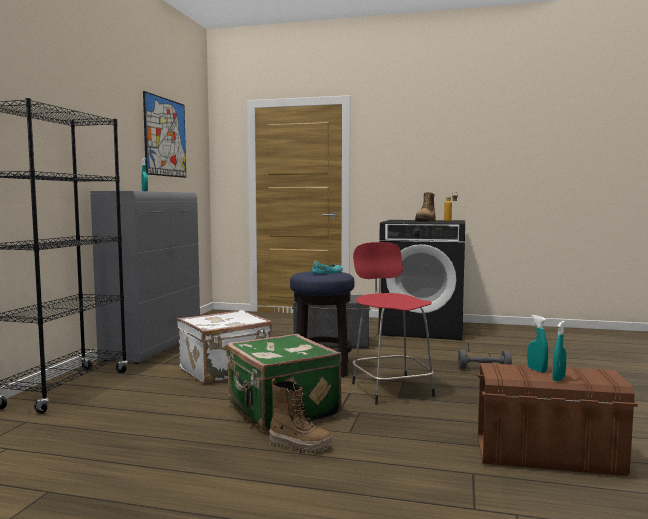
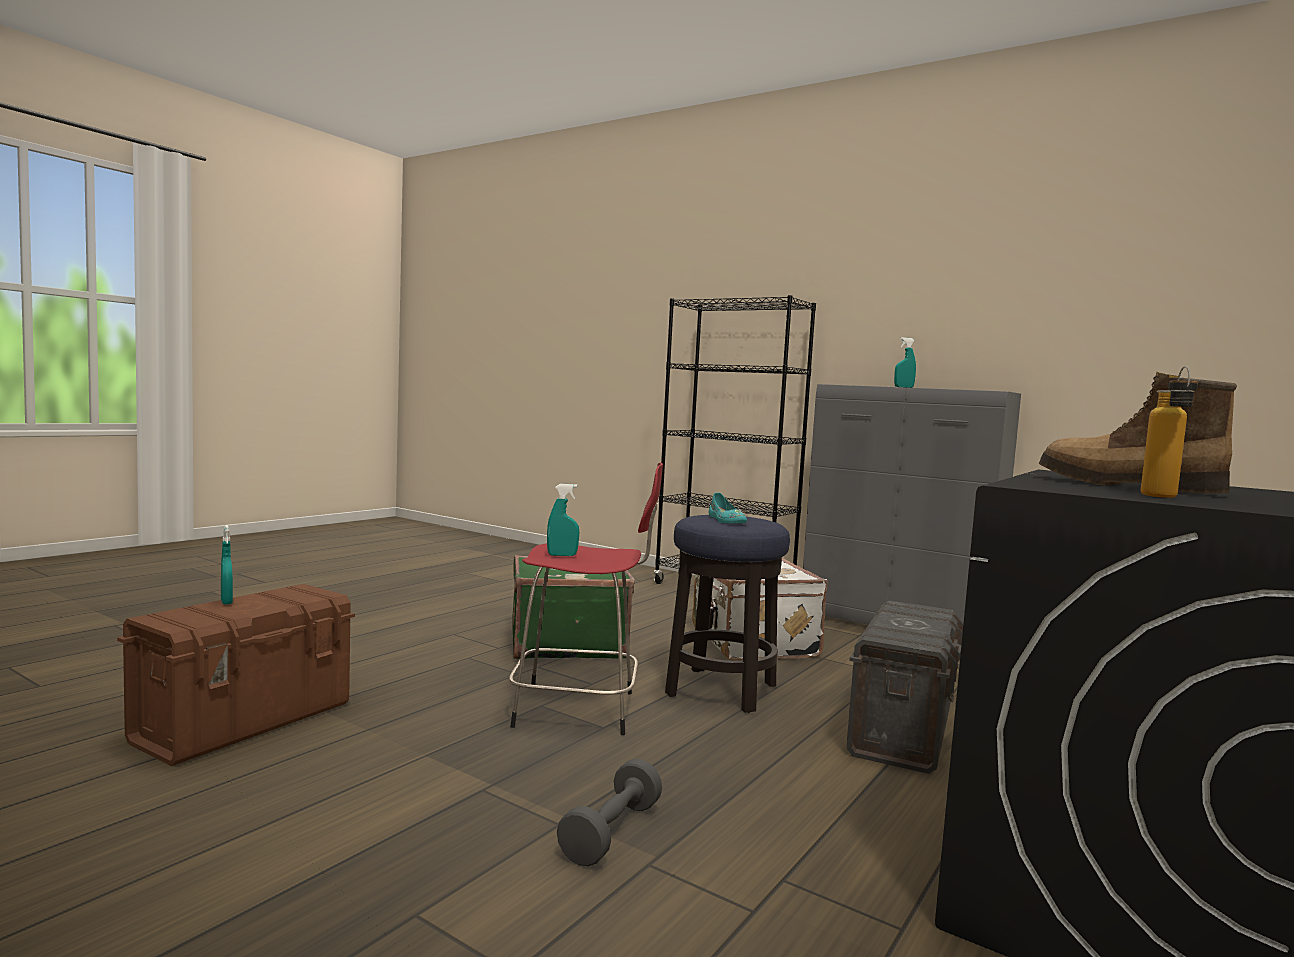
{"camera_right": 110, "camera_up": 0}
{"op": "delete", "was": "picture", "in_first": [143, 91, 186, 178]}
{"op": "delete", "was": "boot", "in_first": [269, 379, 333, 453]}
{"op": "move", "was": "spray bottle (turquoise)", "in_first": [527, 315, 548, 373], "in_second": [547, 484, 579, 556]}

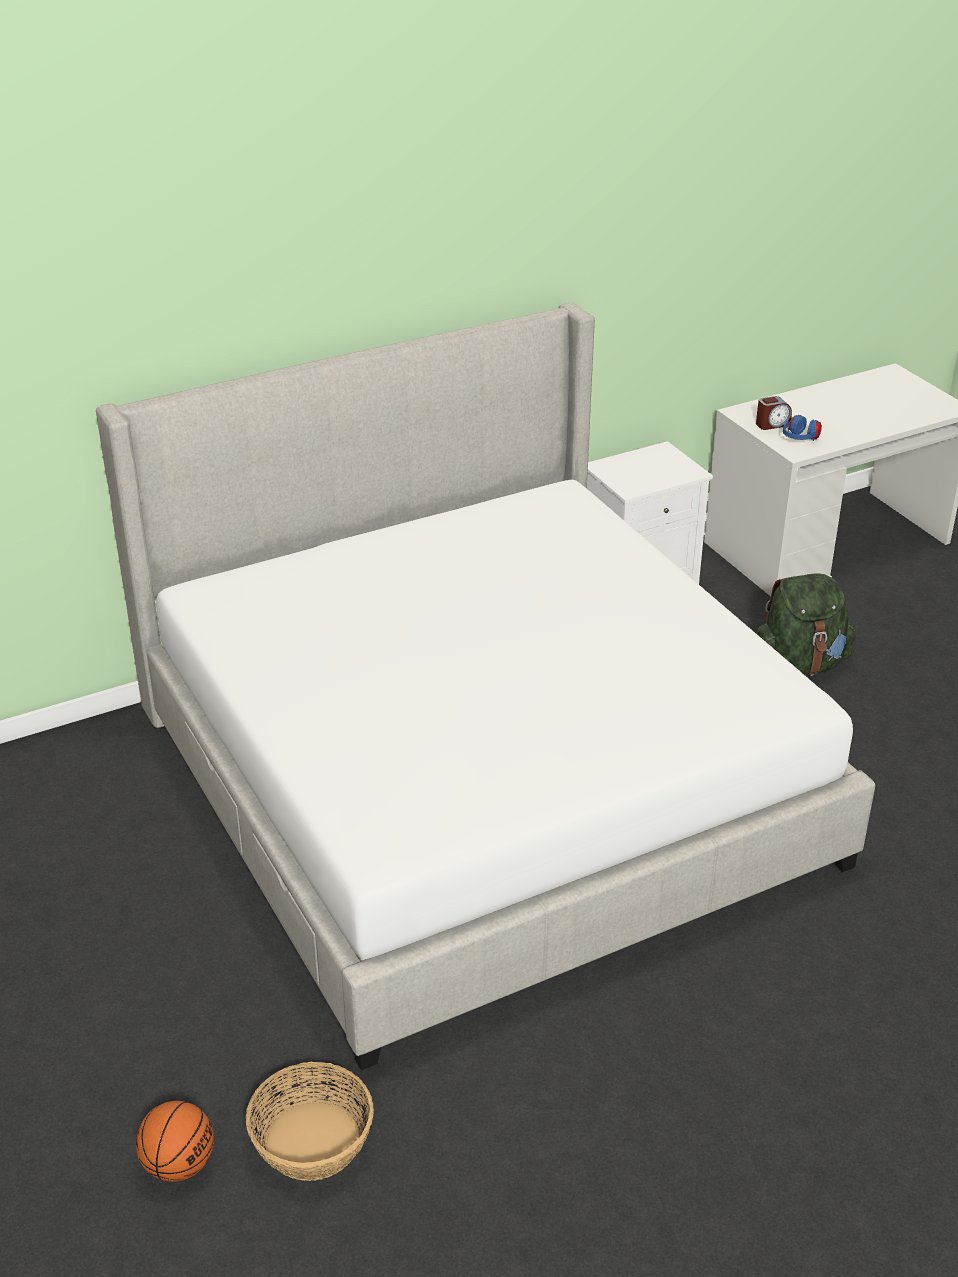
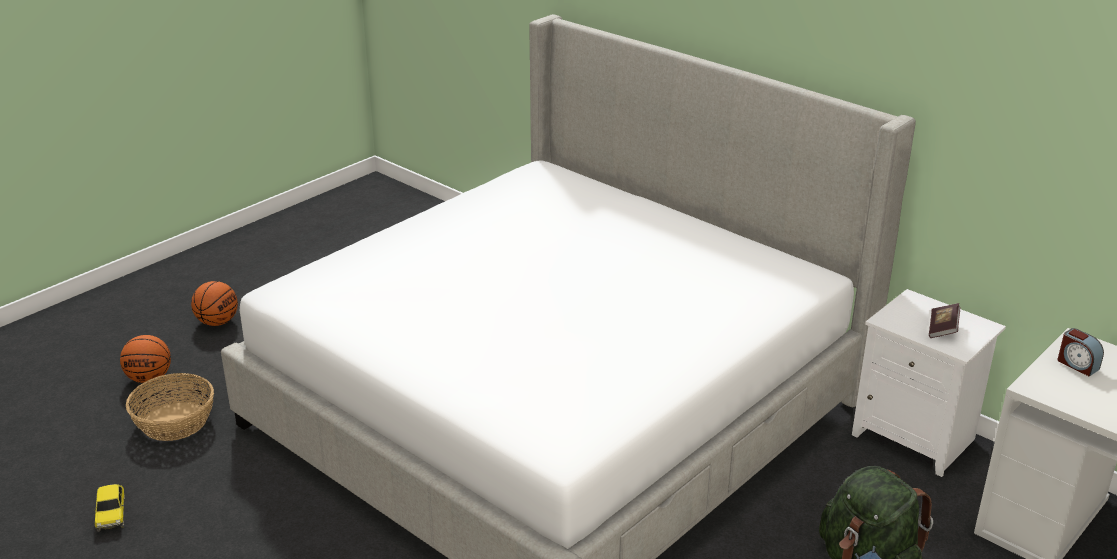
{"camera_right": 70, "camera_up": -5}
{"op": "delete", "was": "headphones (blue)", "in_first": [783, 415, 822, 441]}
{"op": "insert", "now": "toy car", "in_second": [93, 484, 125, 532]}
{"op": "insert", "now": "basketball", "in_second": [191, 281, 238, 326]}
{"op": "insert", "now": "book", "in_second": [929, 303, 960, 338]}

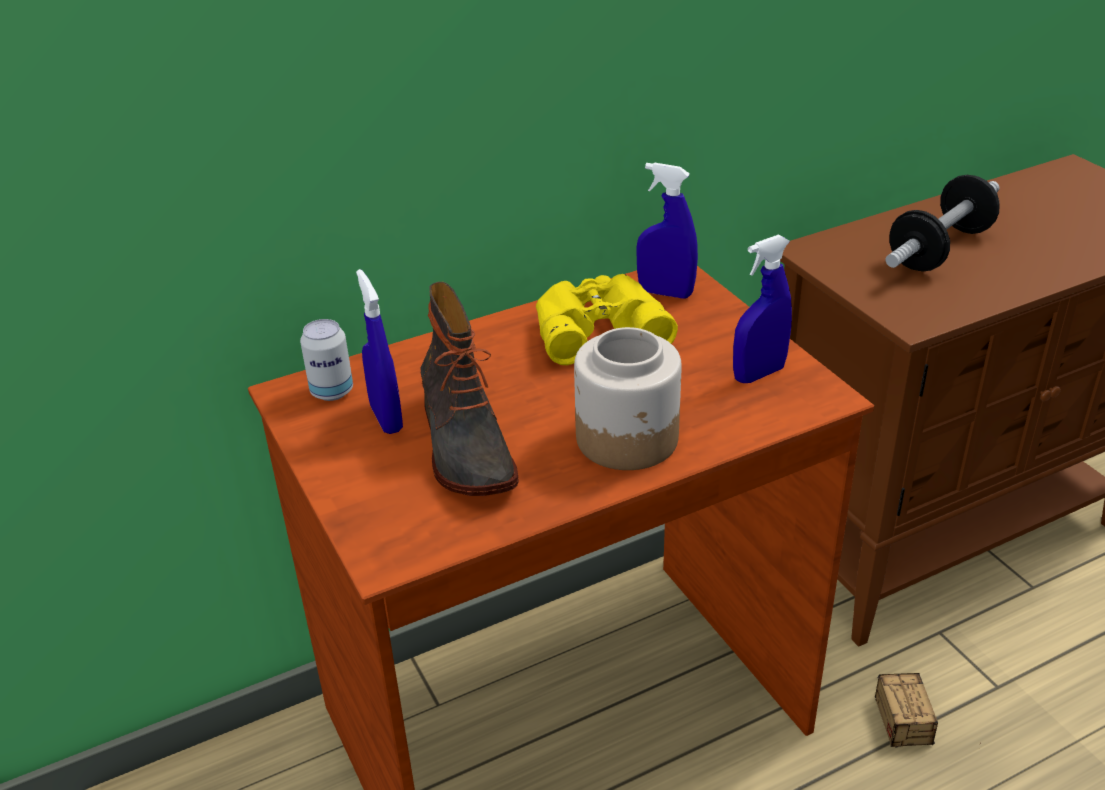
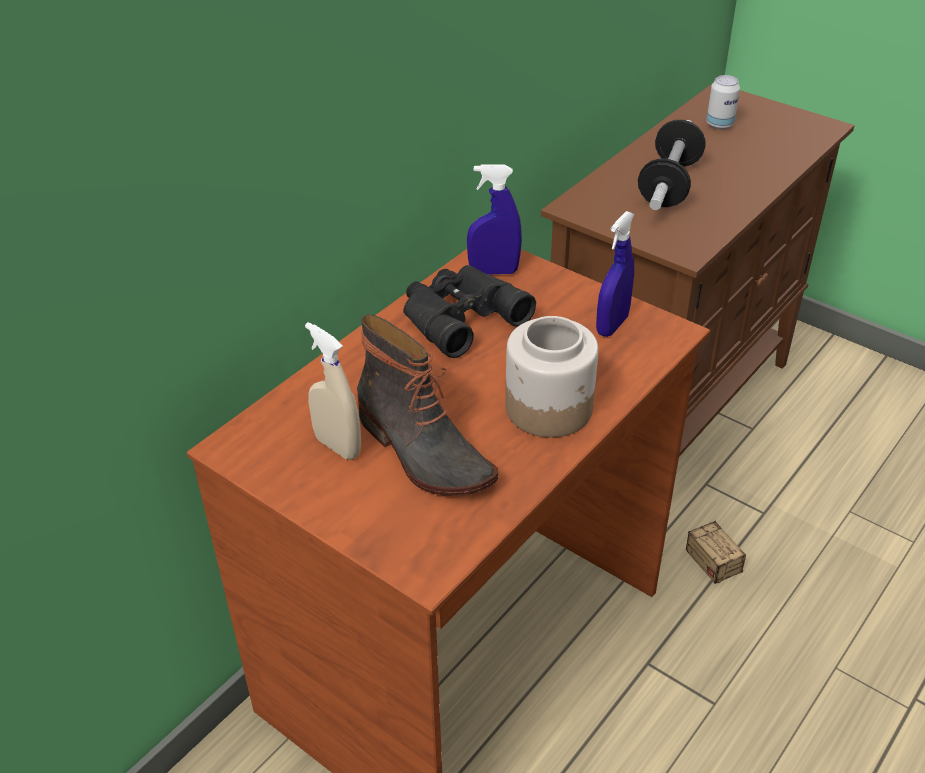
{"camera_right": -25, "camera_up": 5}
{"op": "move", "was": "can", "in_first": [300, 319, 353, 401], "in_second": [706, 75, 740, 130]}
{"op": "recolor", "was": "spray bottle (blue)", "now": "spray bottle (beige)", "in_first": [356, 269, 403, 434], "in_second": [305, 322, 361, 460]}
{"op": "recolor", "was": "binoculars (yellow)", "now": "binoculars (black)", "in_first": [536, 274, 678, 365], "in_second": [403, 265, 536, 358]}

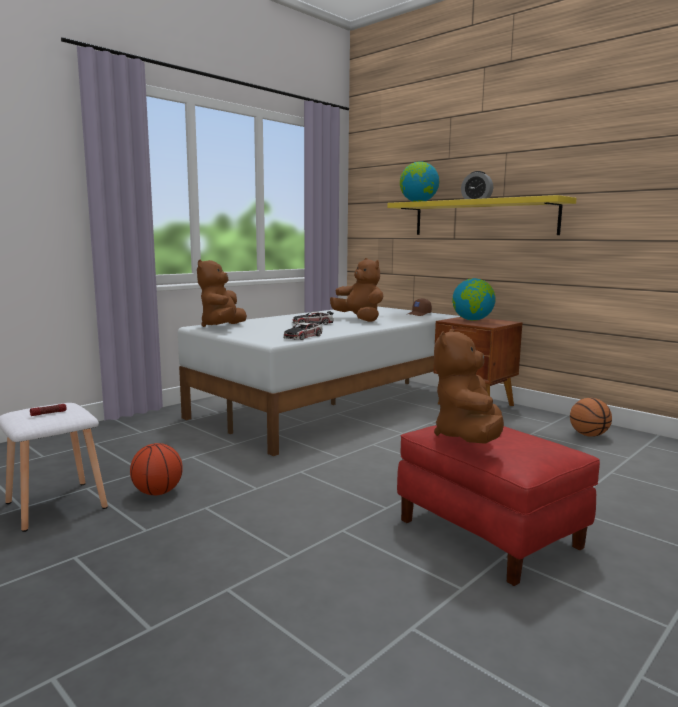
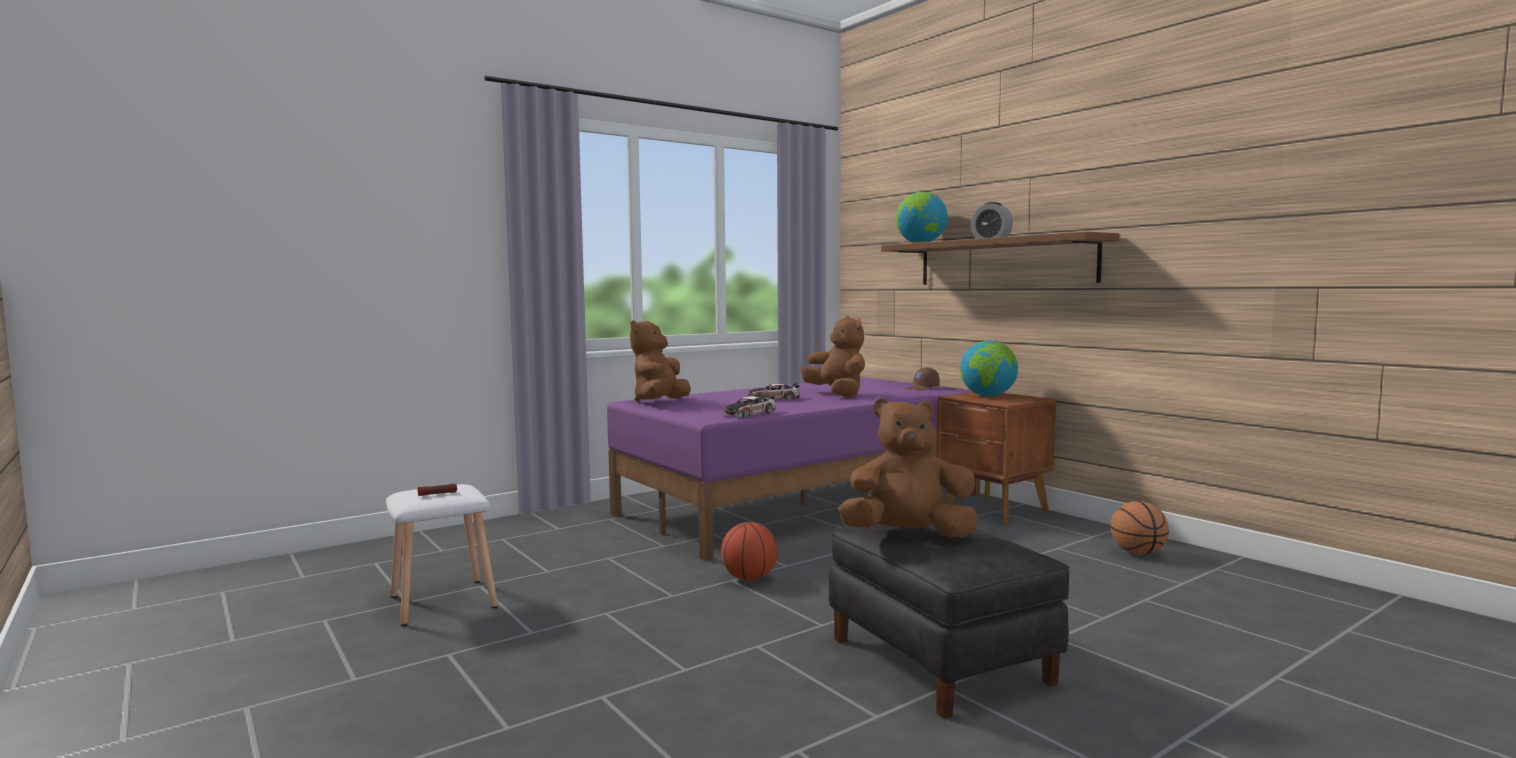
{"camera_right": 10, "camera_up": -5}
{"op": "move", "was": "basketball", "in_first": [130, 443, 183, 495], "in_second": [721, 522, 778, 581]}
{"op": "recolor", "was": "bed (white)", "now": "bed (purple)", "in_first": [178, 306, 461, 456], "in_second": [607, 377, 980, 562]}
{"op": "recolor", "was": "shelf (yellow)", "now": "shelf (brown)", "in_first": [387, 195, 577, 235], "in_second": [881, 231, 1119, 285]}
{"op": "recolor", "was": "ottoman (red)", "now": "ottoman (black)", "in_first": [397, 425, 600, 586], "in_second": [829, 523, 1069, 718]}
{"op": "rotate", "was": "plush toy (brown)", "in_first": [434, 329, 504, 444], "in_second": [838, 398, 978, 538], "clockwise": 60}

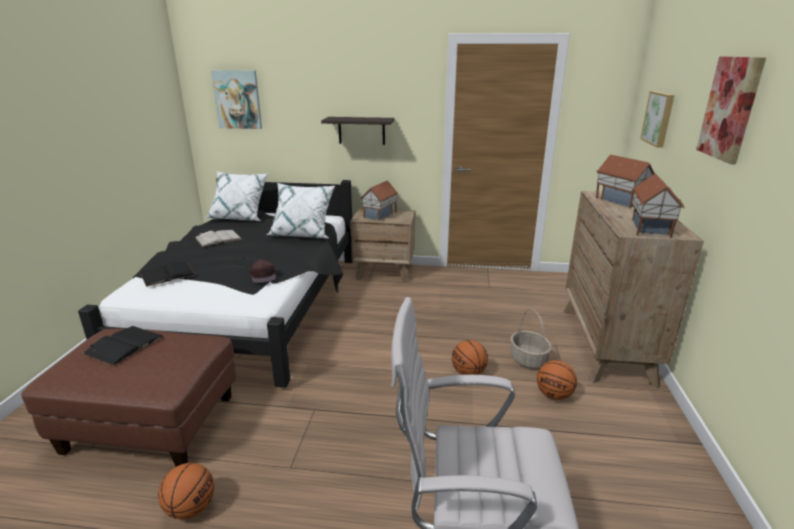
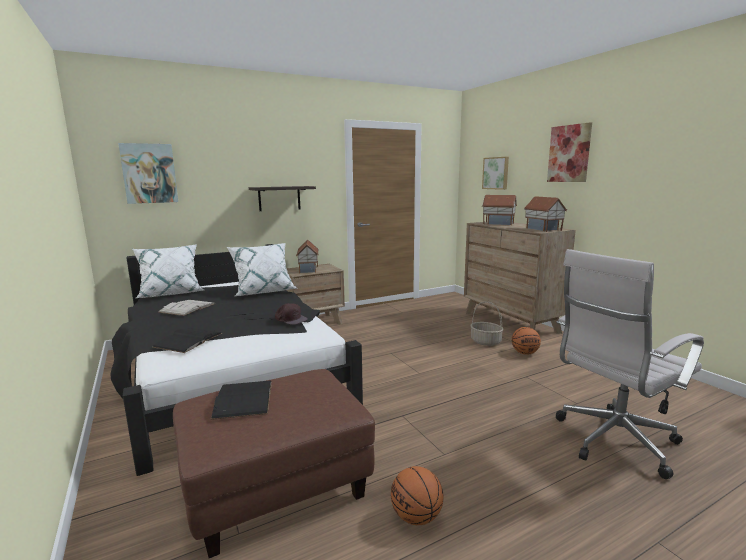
{"camera_right": -35, "camera_up": -10}
{"op": "delete", "was": "basketball", "in_first": [452, 340, 488, 375]}

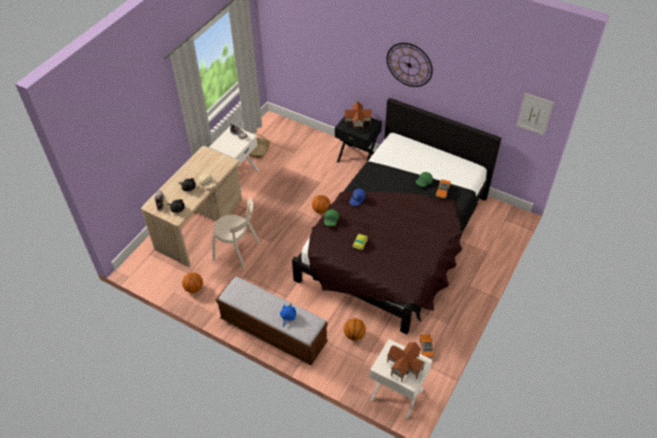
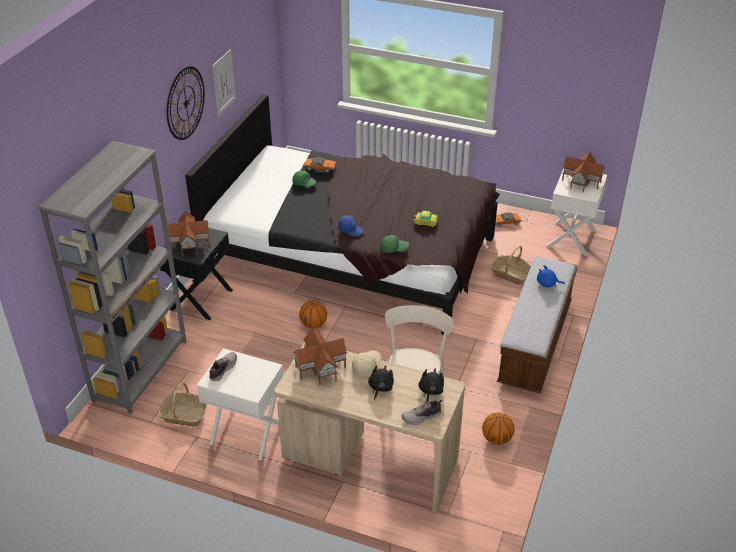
{"camera_right": -100, "camera_up": -10}
{"op": "replace", "was": "basketball", "now": "basket", "in_first": [344, 318, 366, 340], "in_second": [491, 246, 531, 285]}
{"op": "move", "was": "picture", "in_first": [517, 93, 554, 136], "in_second": [212, 49, 236, 116]}
{"op": "insert", "now": "bookcase (grey)", "in_second": [38, 141, 187, 414]}
{"op": "insert", "now": "toy house", "in_second": [293, 329, 347, 386]}

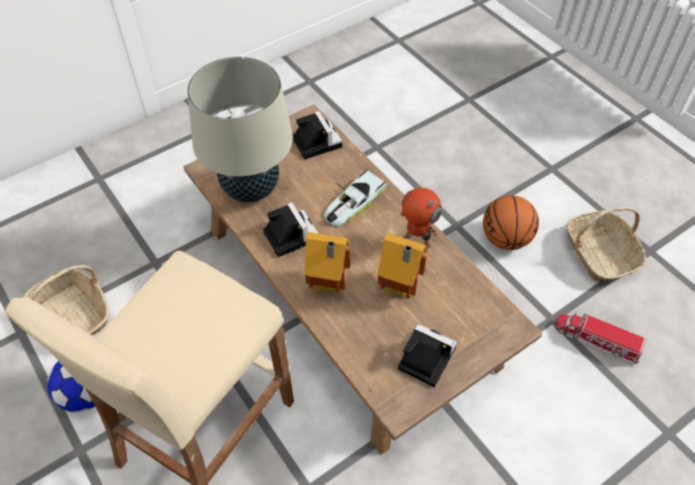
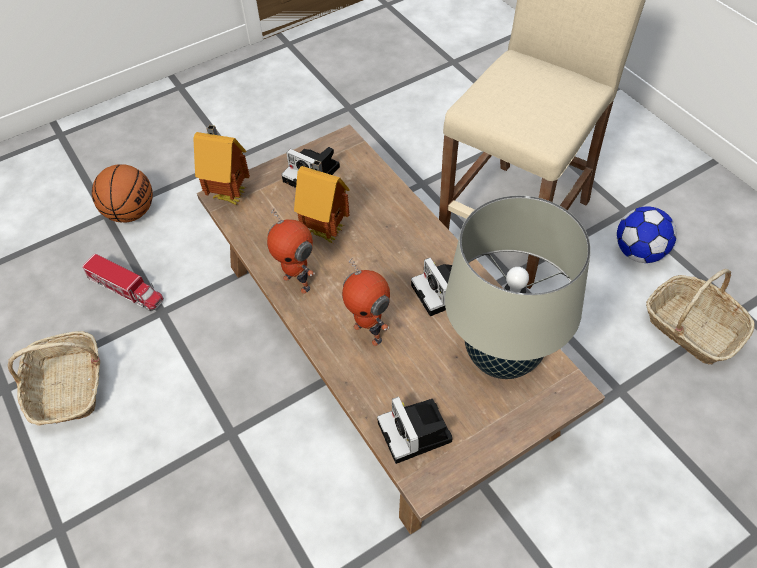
{"camera_right": -175, "camera_up": 0}
{"op": "move", "was": "toy house", "in_first": [305, 232, 350, 293], "in_second": [193, 125, 250, 205]}
{"op": "replace", "was": "toy car", "now": "toy robot", "in_first": [323, 169, 387, 228], "in_second": [342, 258, 390, 346]}
{"op": "move", "was": "basketball", "in_first": [483, 195, 539, 250], "in_second": [92, 164, 153, 223]}

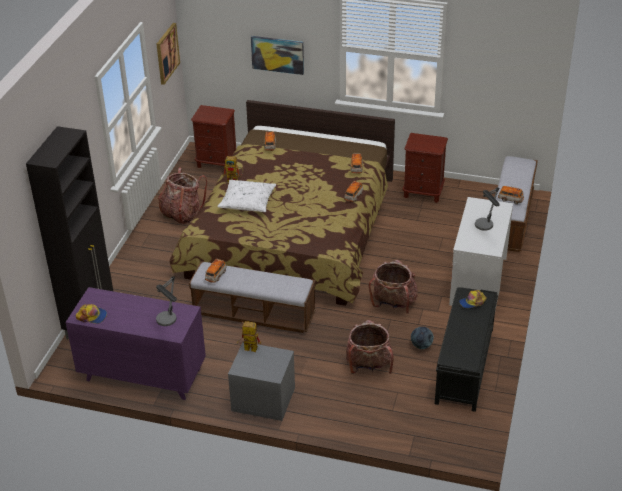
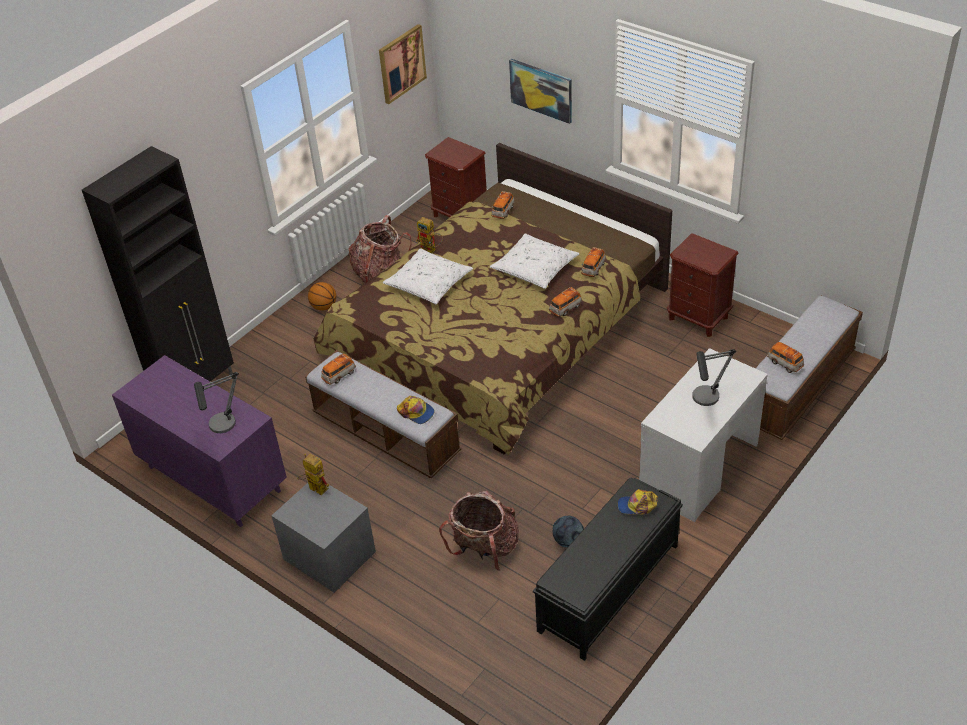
{"camera_right": 25, "camera_up": 5}
{"op": "move", "was": "cap", "in_first": [76, 304, 107, 324], "in_second": [397, 396, 435, 424]}
{"op": "delete", "was": "backpack", "in_first": [369, 260, 418, 314]}
{"op": "insert", "now": "basketball", "in_second": [308, 282, 336, 311]}
{"op": "insert", "now": "pillow (white)", "in_second": [490, 234, 579, 289]}

